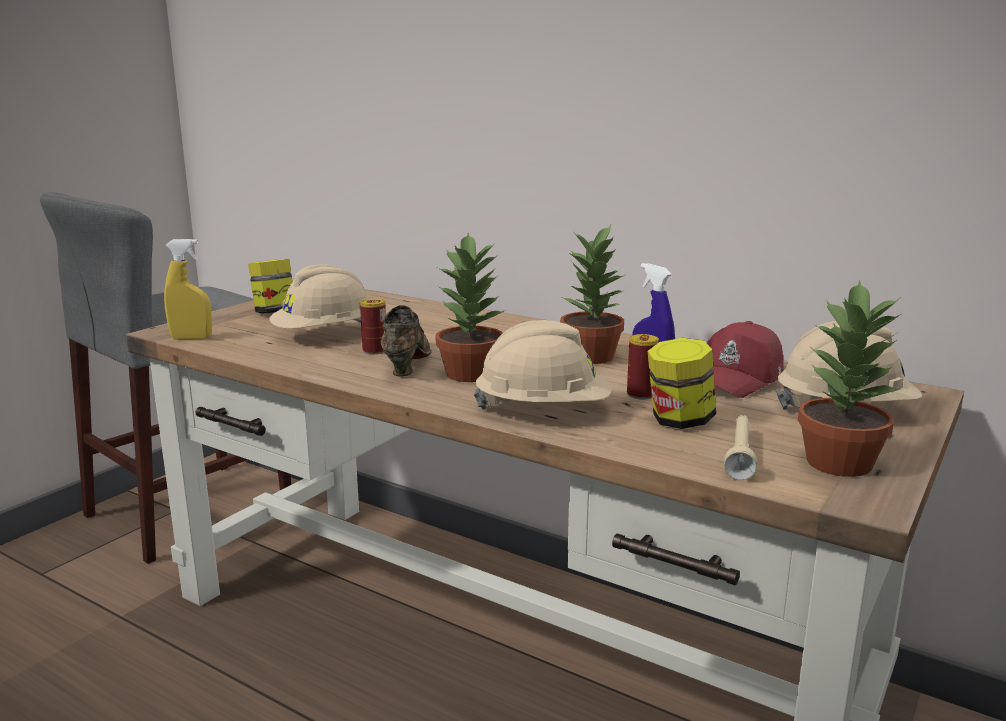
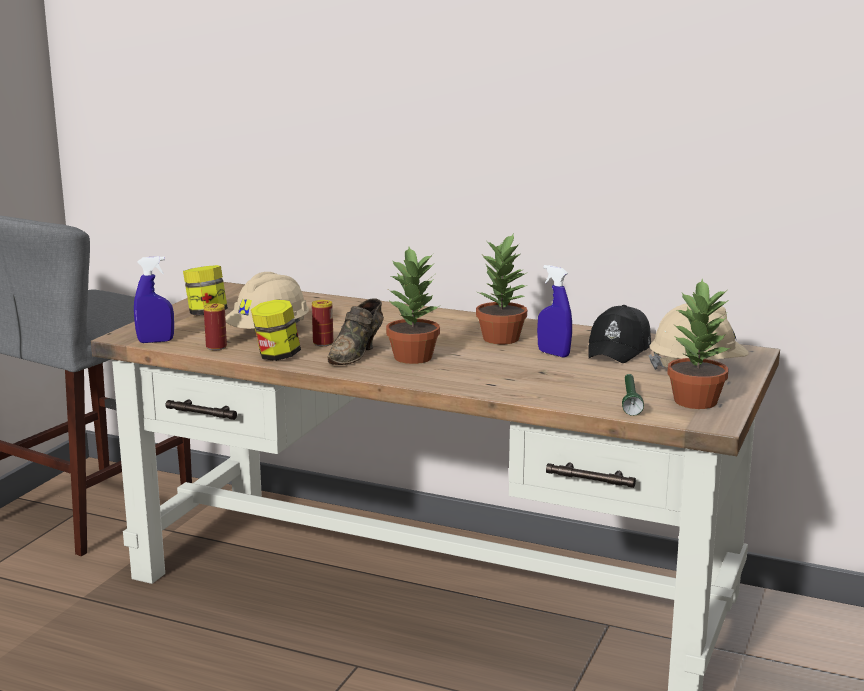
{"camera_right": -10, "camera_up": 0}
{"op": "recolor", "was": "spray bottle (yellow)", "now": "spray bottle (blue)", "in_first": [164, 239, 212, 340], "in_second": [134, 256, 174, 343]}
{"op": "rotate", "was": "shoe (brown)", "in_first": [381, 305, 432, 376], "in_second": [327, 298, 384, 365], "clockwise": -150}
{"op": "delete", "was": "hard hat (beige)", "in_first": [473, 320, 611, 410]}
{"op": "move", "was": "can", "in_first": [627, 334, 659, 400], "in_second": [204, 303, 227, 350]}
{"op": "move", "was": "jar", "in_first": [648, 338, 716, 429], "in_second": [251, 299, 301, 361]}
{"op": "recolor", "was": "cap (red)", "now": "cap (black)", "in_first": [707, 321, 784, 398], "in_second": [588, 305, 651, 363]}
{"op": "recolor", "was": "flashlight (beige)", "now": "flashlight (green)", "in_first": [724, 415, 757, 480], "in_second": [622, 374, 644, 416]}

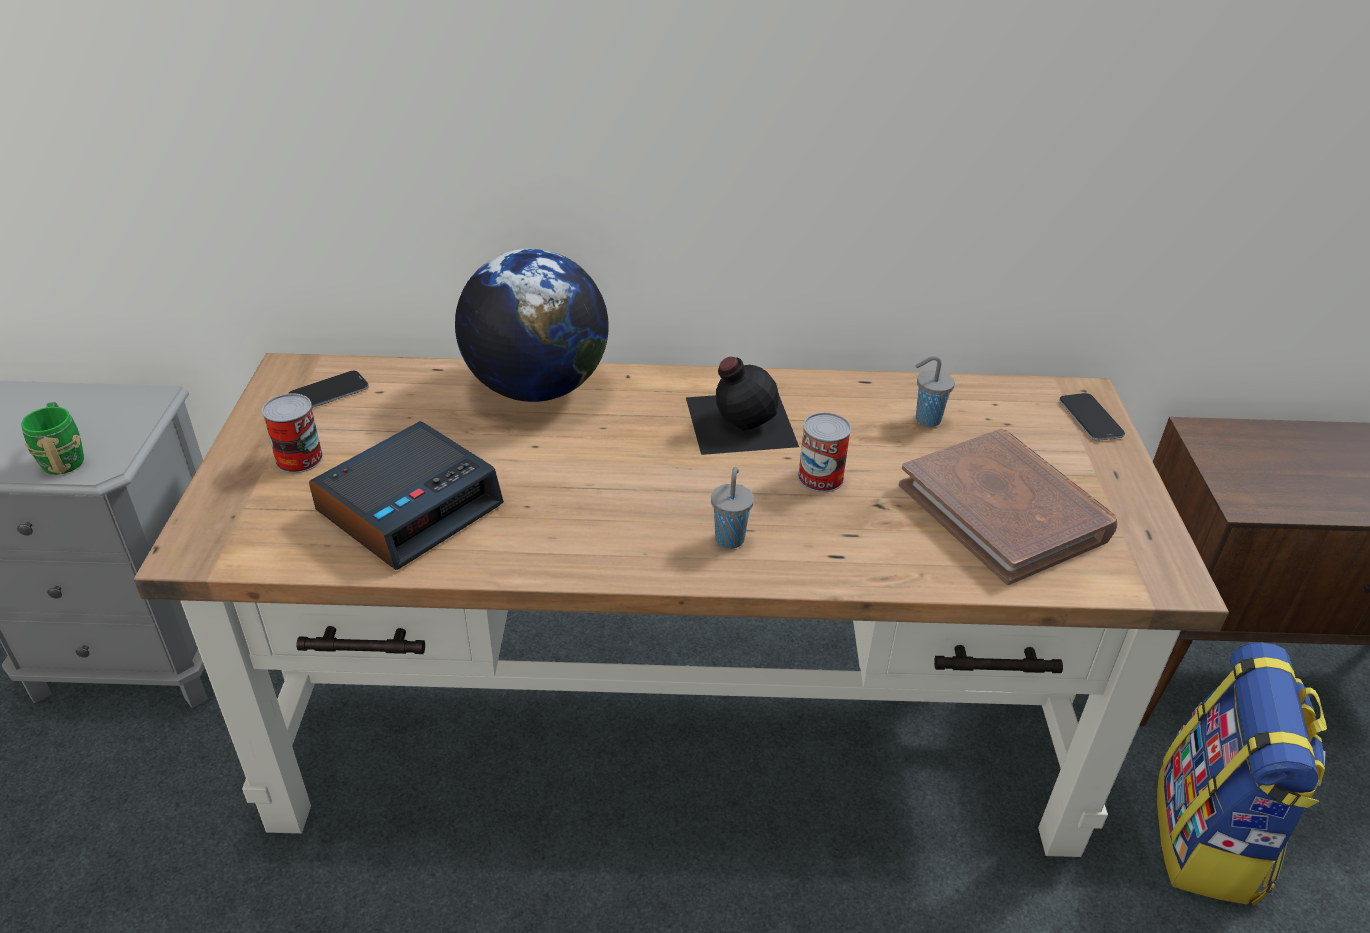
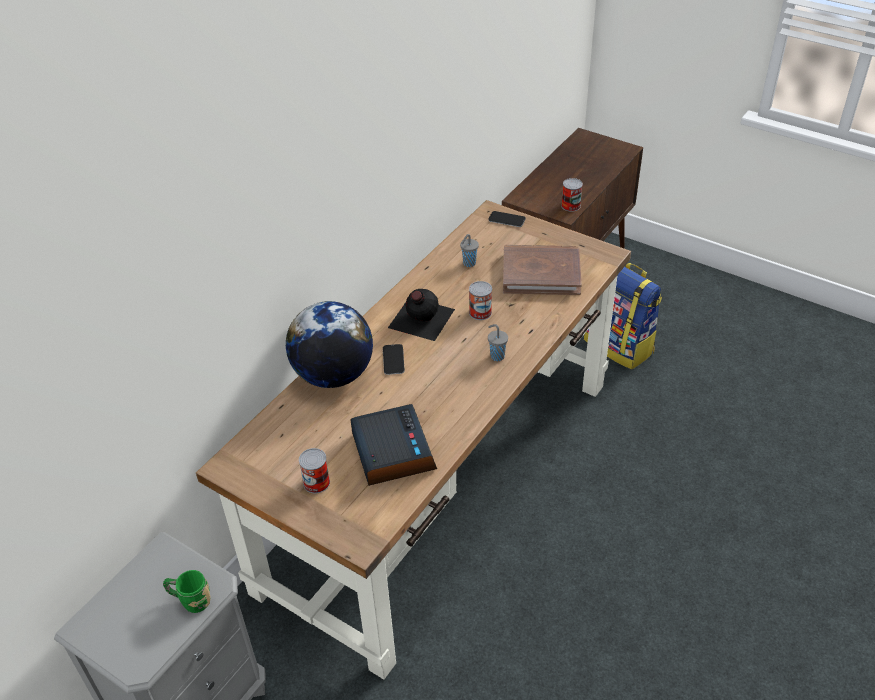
{"camera_right": -55, "camera_up": 5}
{"op": "move", "was": "phone", "in_first": [288, 371, 369, 408], "in_second": [383, 344, 405, 375]}
{"op": "insert", "now": "can", "in_second": [561, 178, 583, 212]}

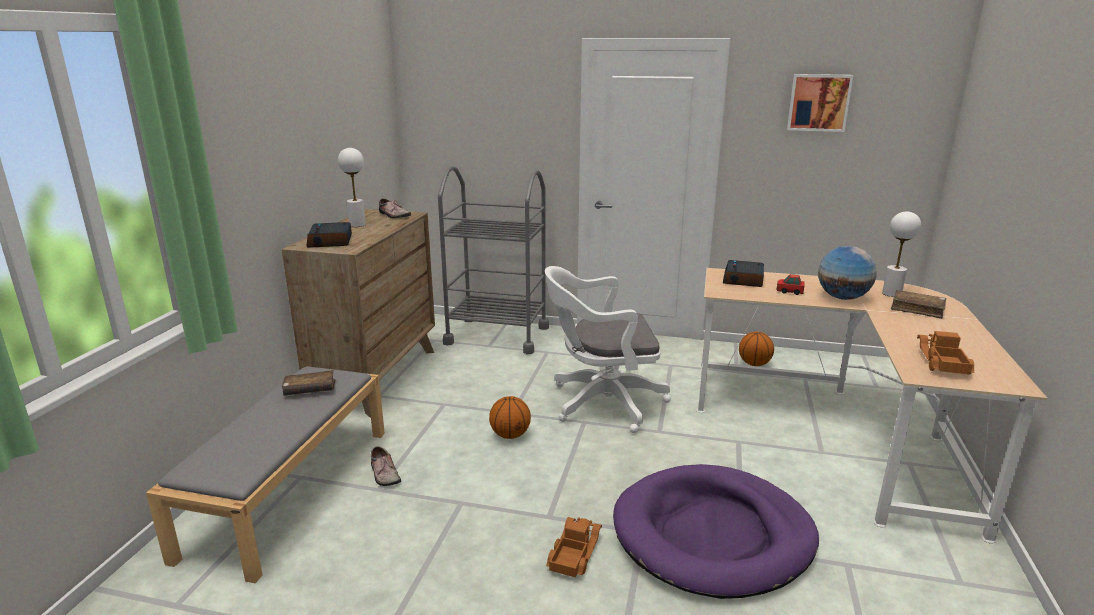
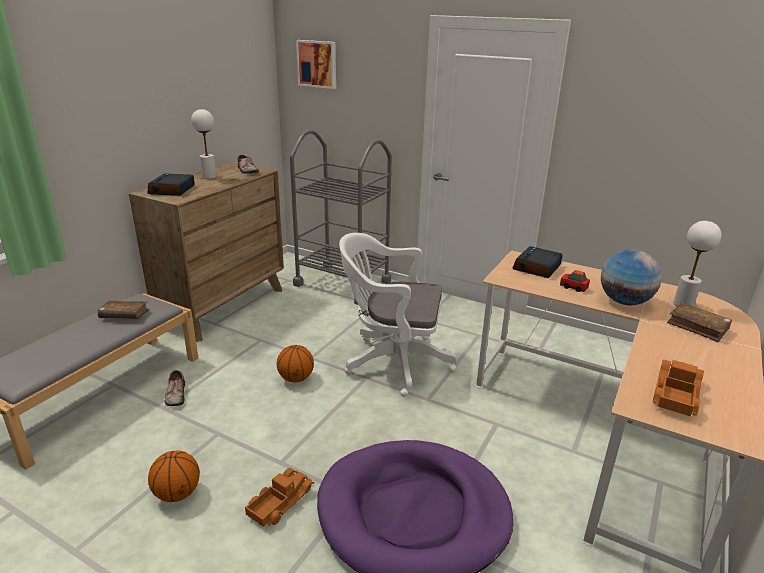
{"camera_right": 15, "camera_up": 5}
{"op": "move", "was": "basketball", "in_first": [739, 332, 774, 366], "in_second": [148, 450, 200, 502]}
{"op": "move", "was": "picture", "in_first": [787, 74, 853, 132], "in_second": [296, 40, 336, 89]}

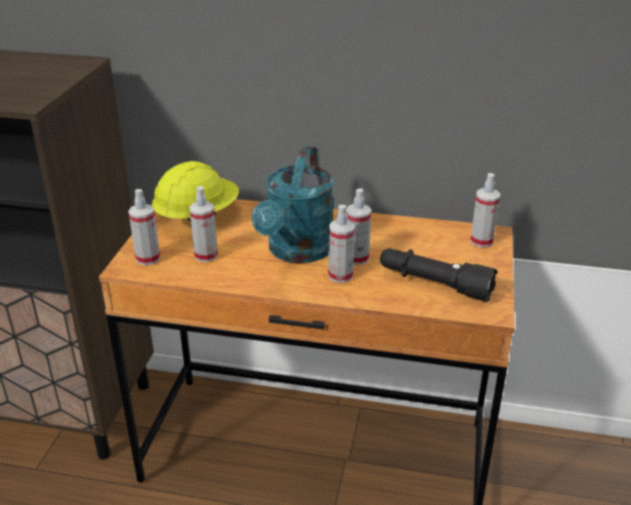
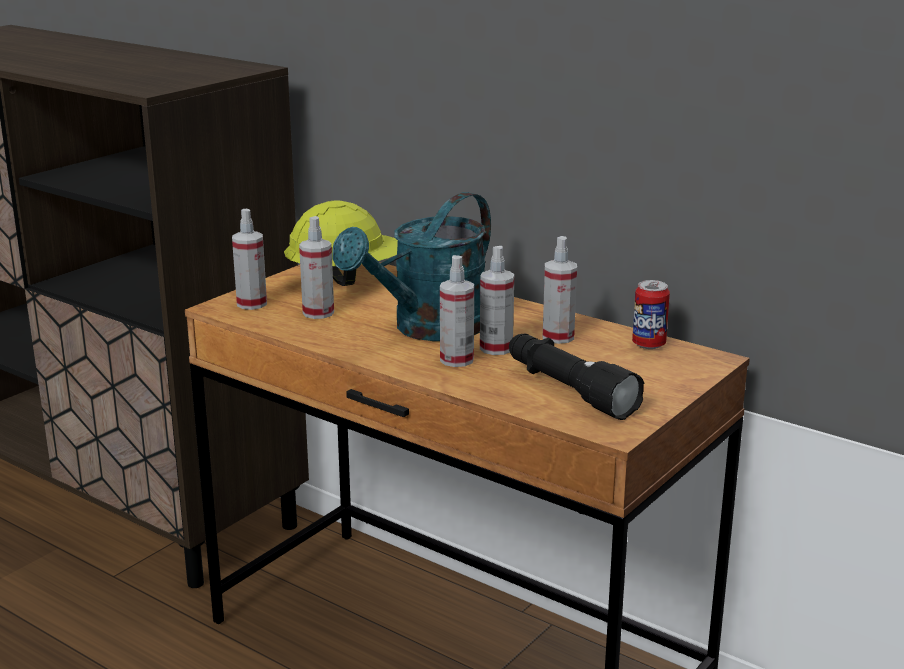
{"camera_right": 25, "camera_up": -10}
{"op": "move", "was": "spray bottle", "in_first": [470, 173, 500, 247], "in_second": [543, 236, 577, 344]}
{"op": "insert", "now": "can", "in_second": [632, 280, 670, 349]}

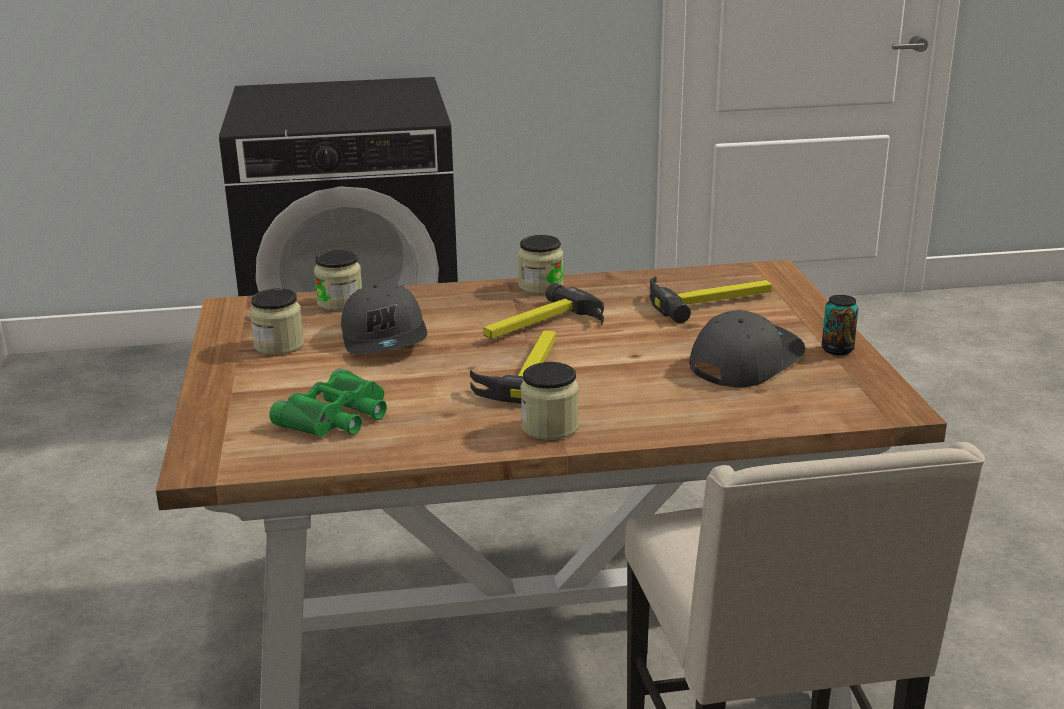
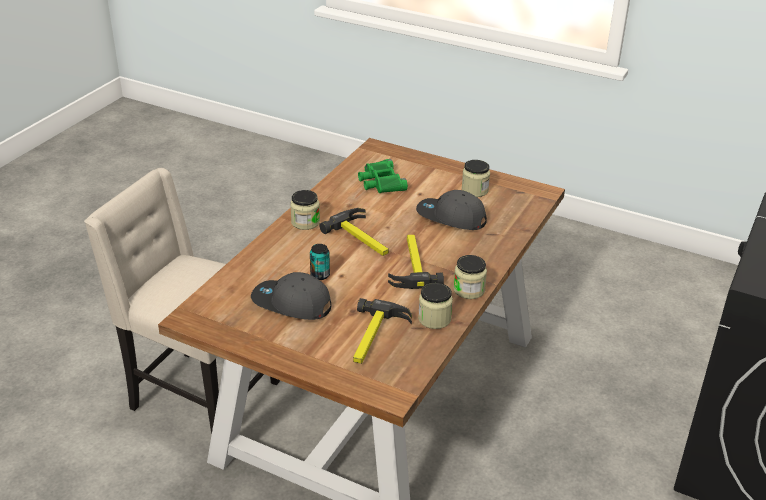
{"camera_right": 125, "camera_up": 10}
{"op": "move", "was": "jar", "in_first": [314, 250, 362, 311], "in_second": [418, 283, 453, 329]}
{"op": "rotate", "was": "cap (grey)", "in_first": [689, 310, 805, 388], "in_second": [251, 272, 332, 320], "clockwise": 120}
{"op": "move", "was": "can", "in_first": [822, 295, 858, 355], "in_second": [310, 244, 330, 280]}

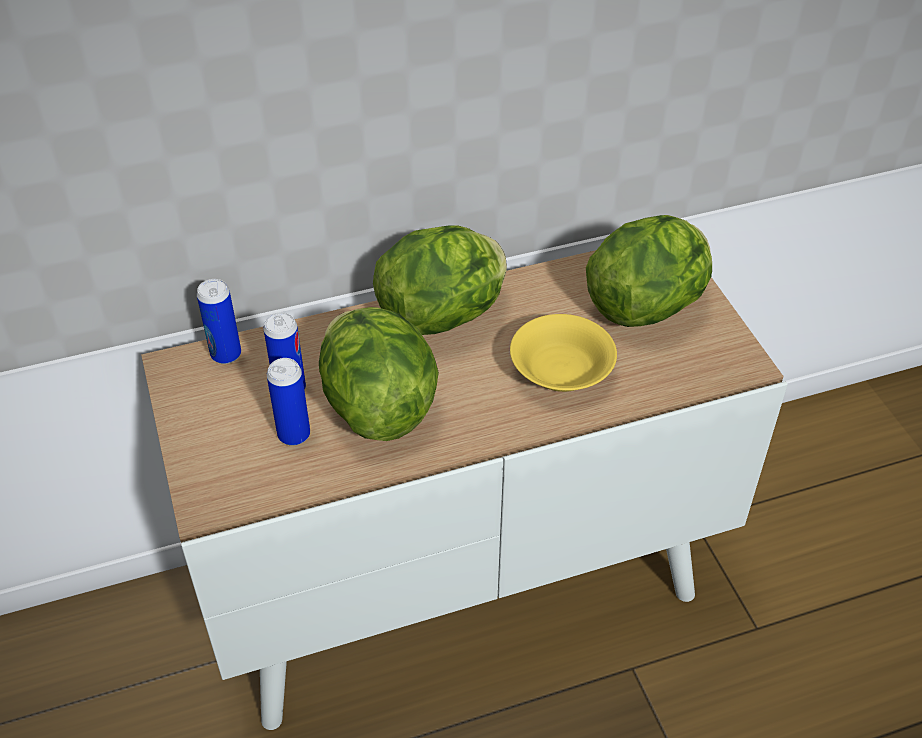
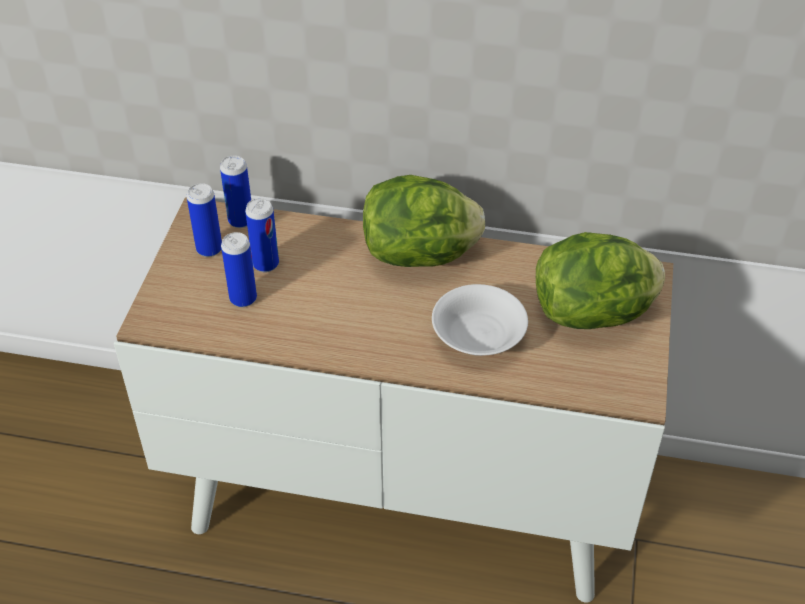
{"camera_right": 30, "camera_up": 0}
{"op": "delete", "was": "lettuce", "in_first": [319, 307, 439, 441]}
{"op": "recolor", "was": "bowl (yellow)", "now": "bowl (white)", "in_first": [510, 314, 617, 392], "in_second": [432, 284, 528, 356]}
{"op": "insert", "now": "can", "in_second": [187, 183, 222, 257]}

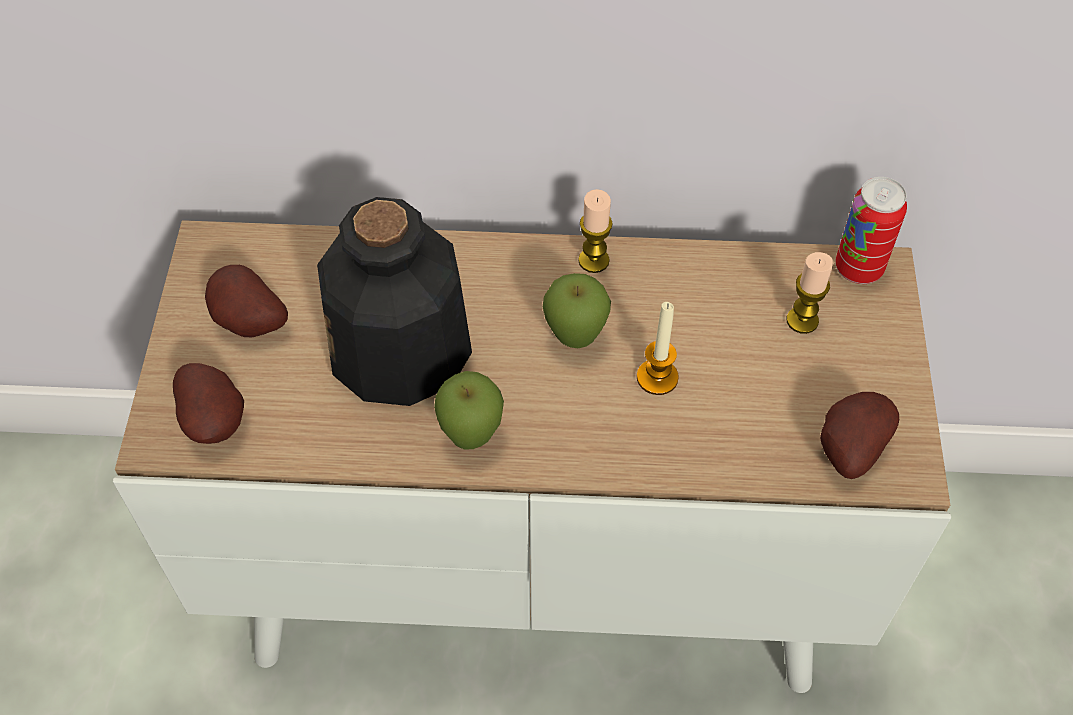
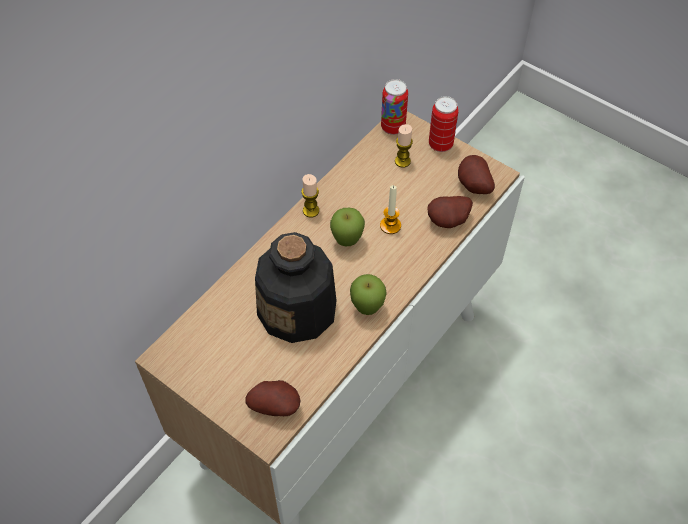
{"camera_right": -55, "camera_up": 0}
{"op": "move", "was": "potato", "in_first": [205, 265, 288, 337], "in_second": [427, 196, 473, 228]}
{"op": "insert", "now": "can", "in_second": [429, 96, 459, 152]}

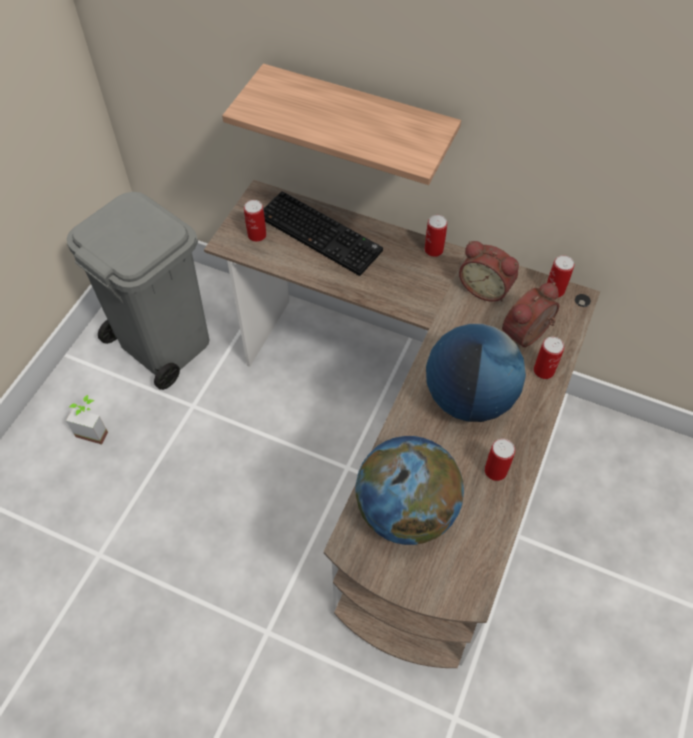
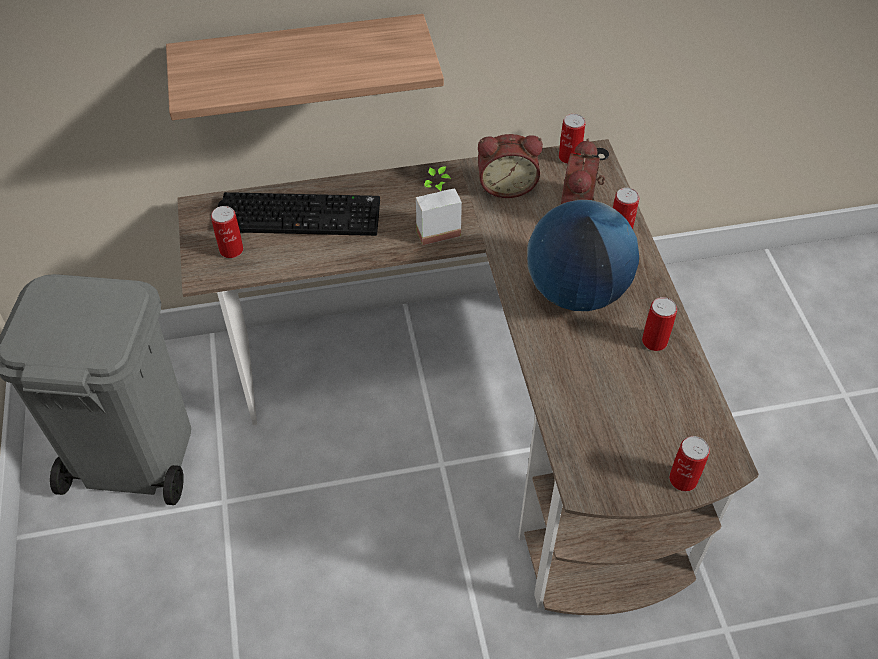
{"camera_right": -35, "camera_up": -5}
{"op": "move", "was": "potted plant", "in_first": [66, 395, 108, 445], "in_second": [416, 166, 462, 245]}
{"op": "delete", "was": "globe", "in_first": [356, 436, 464, 545]}
{"op": "move", "was": "can", "in_first": [424, 215, 447, 257], "in_second": [669, 436, 710, 491]}

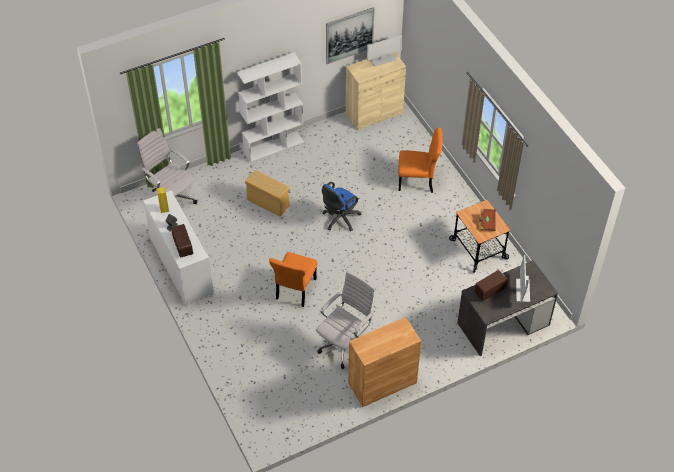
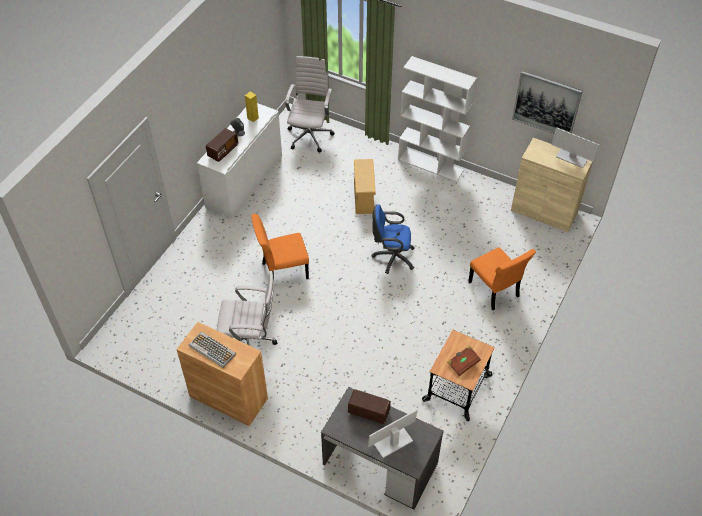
{"camera_right": 55, "camera_up": 0}
{"op": "insert", "now": "keyboard", "in_second": [189, 332, 236, 368]}

